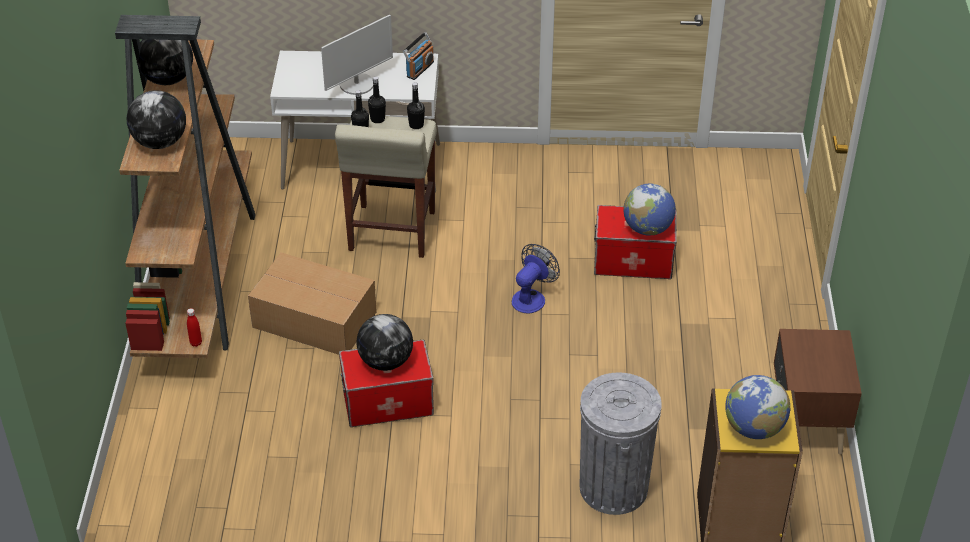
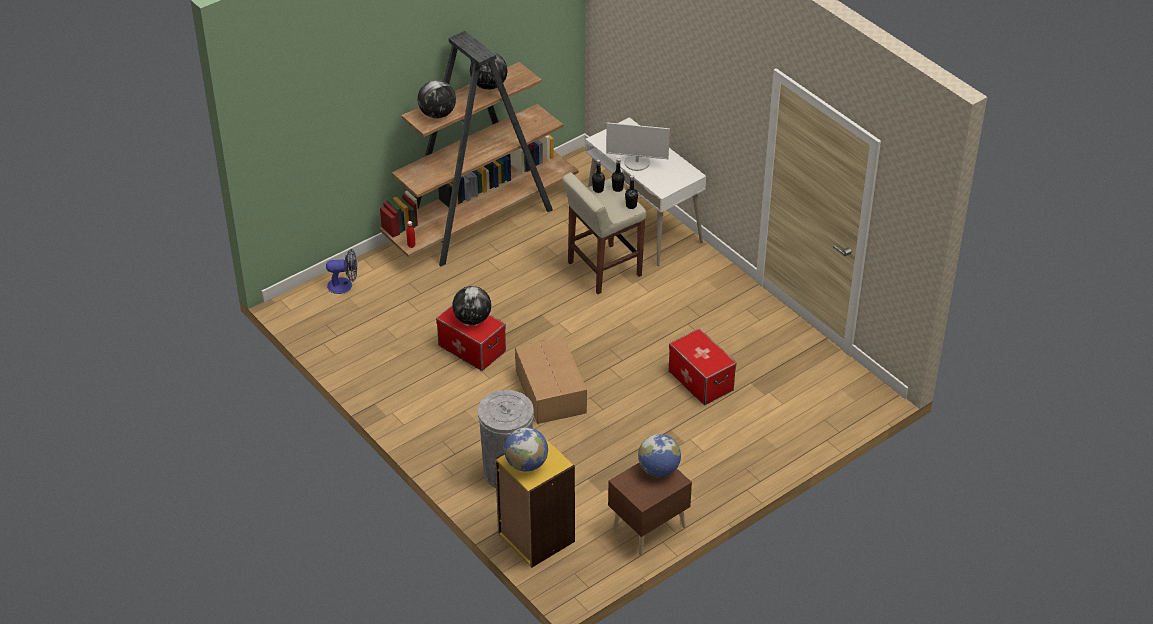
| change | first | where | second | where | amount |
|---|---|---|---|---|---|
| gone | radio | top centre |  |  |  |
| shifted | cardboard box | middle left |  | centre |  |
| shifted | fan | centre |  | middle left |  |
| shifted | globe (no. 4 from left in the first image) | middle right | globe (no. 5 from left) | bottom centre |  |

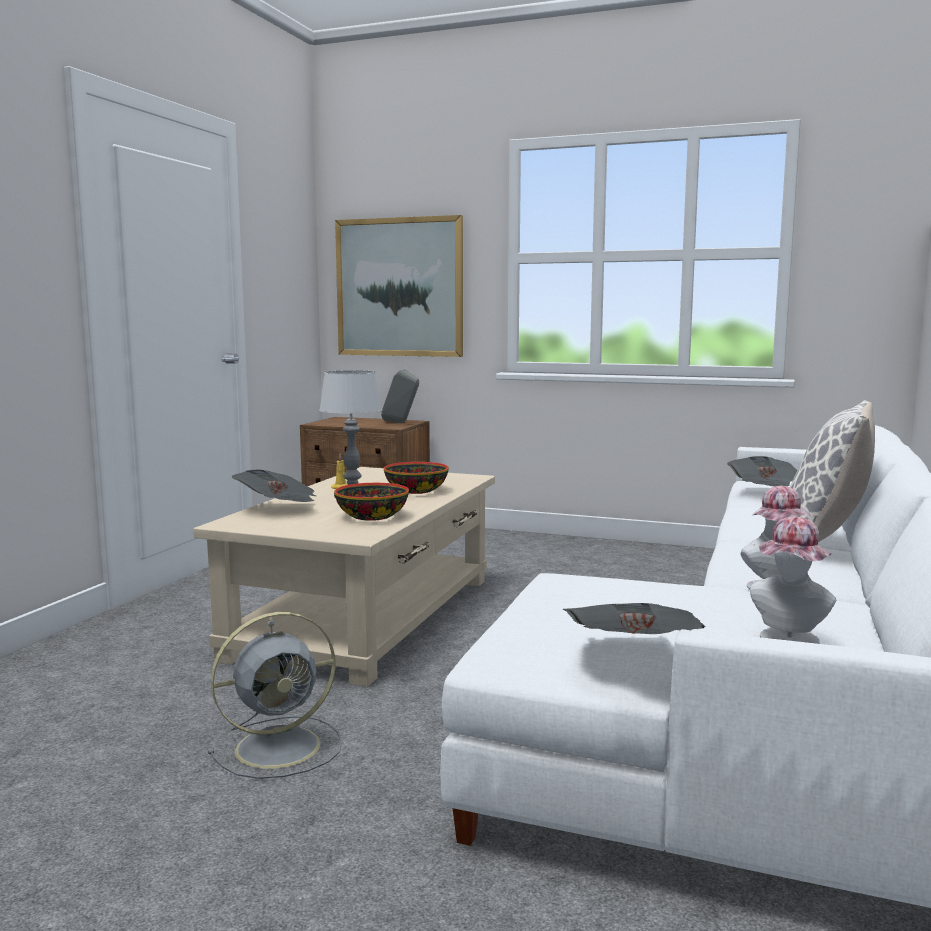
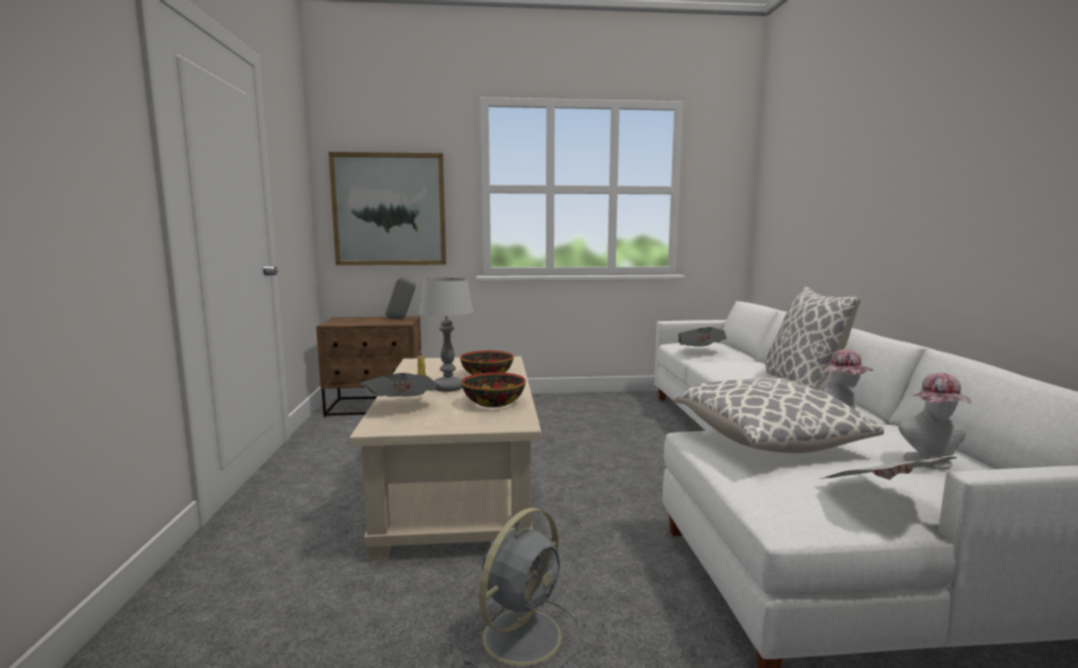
| change | first | where | second | where | amount |
|---|---|---|---|---|---|
| new |  |  | pillow (no. 1 from left) | middle right |  |

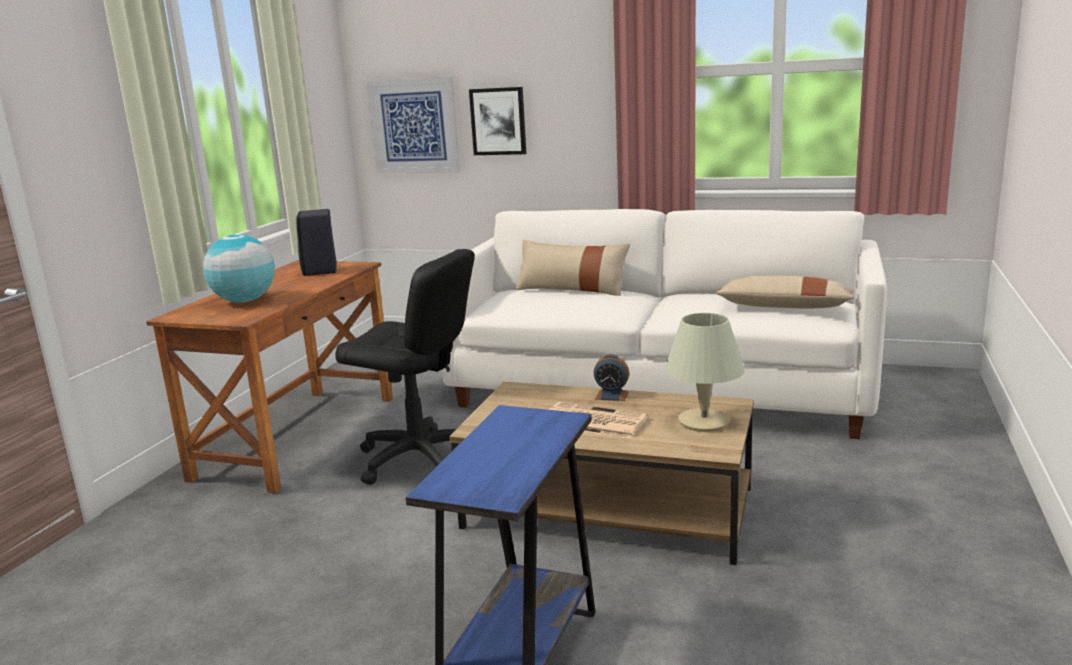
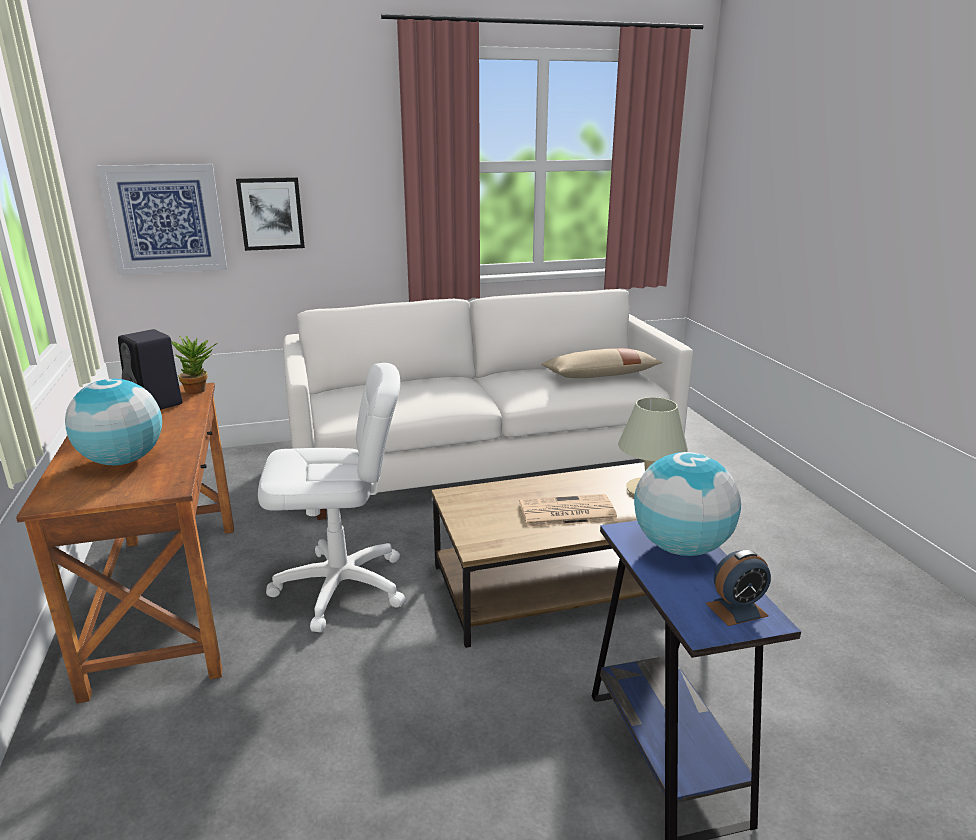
| change | first | where | second | where | amount |
|---|---|---|---|---|---|
| gone | pillow in beige (no. 1 from left) | centre |  |  |  |
| new |  |  | potted plant | middle left |  |
| new |  |  | globe (no. 2 from left) | middle right |  |
| shifted | alarm clock | centre |  | bottom right |  |
| repainted | office chair in black | centre | office chair in white | centre |  |

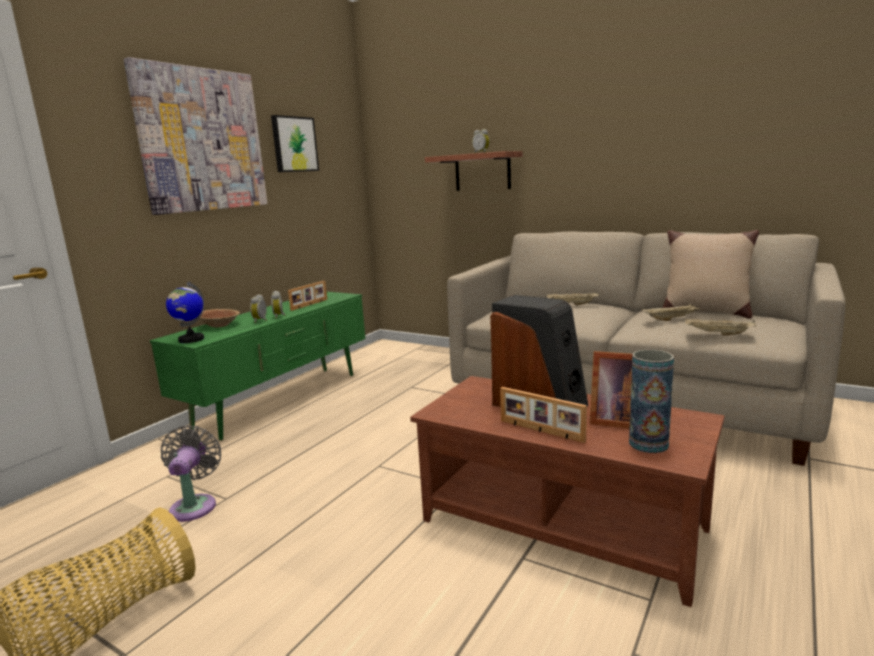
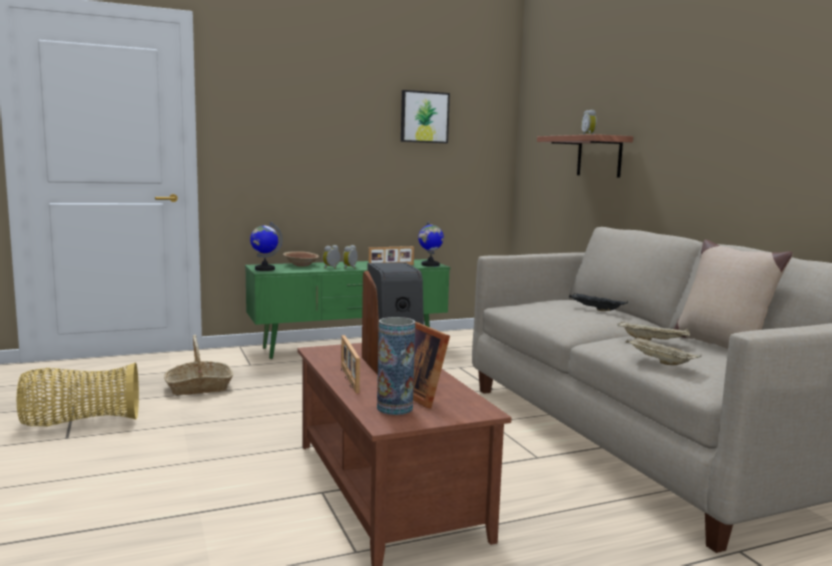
| change | first | where | second | where | amount |
|---|---|---|---|---|---|
| gone | picture (no. 1 from left) | top left |  |  |  |
| new |  |  | globe (no. 2 from left) | centre |  |
| swapped | fan in grey | bottom left | basket (no. 2 from left) | middle left |  |
| repainted | tray in beige (no. 1 from left) | centre | tray in black | middle right |  |

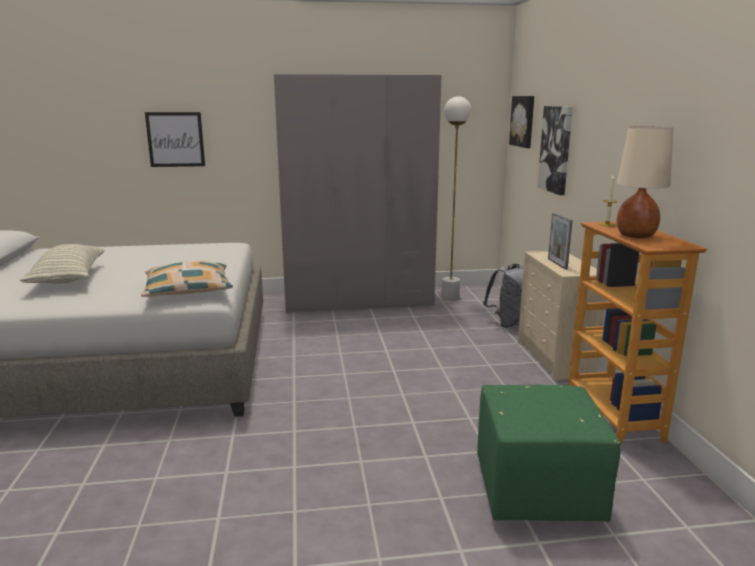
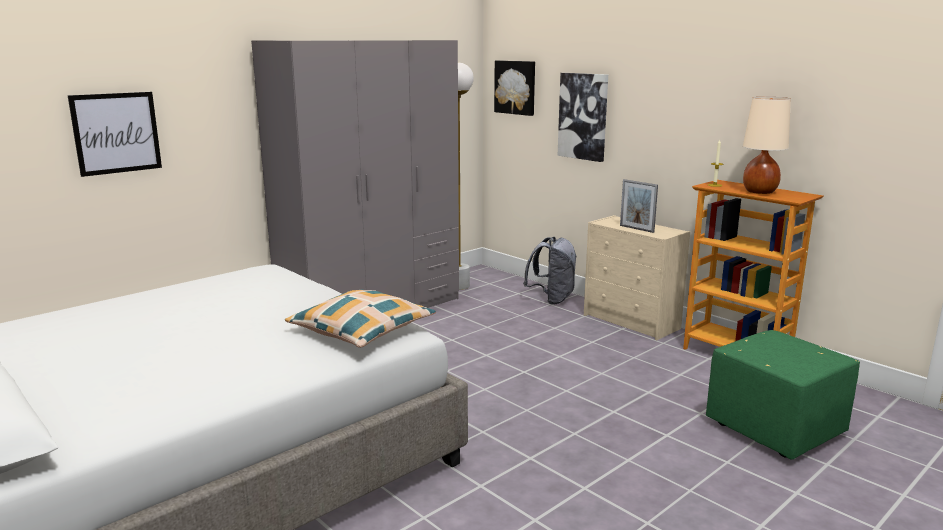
| change | first | where | second | where | amount |
|---|---|---|---|---|---|
| gone | pillow (no. 1 from left) | middle left |  |  |  |

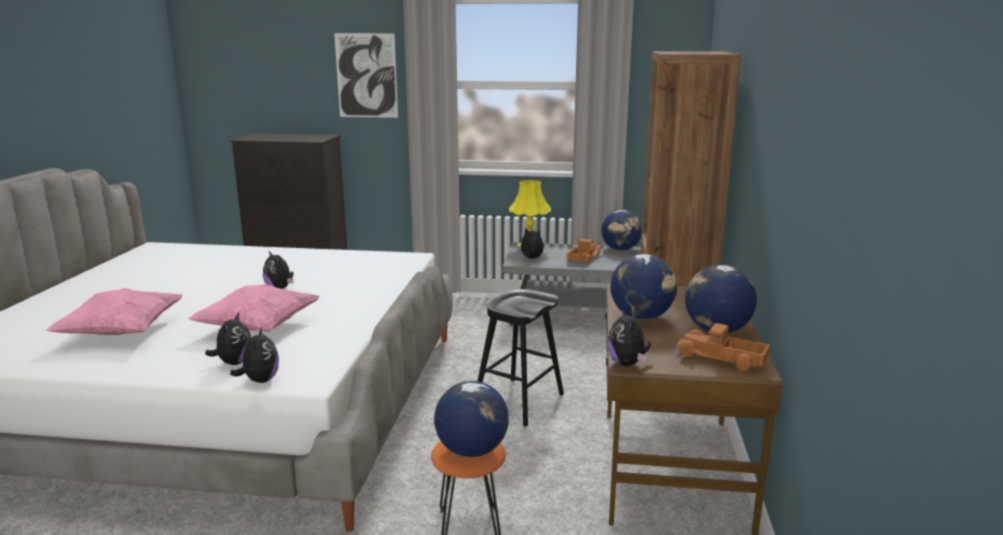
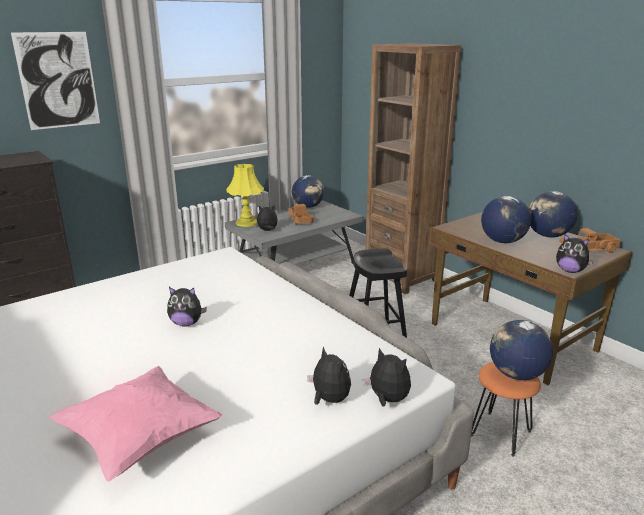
| change | first | where | second | where | amount |
|---|---|---|---|---|---|
| gone | pillow in pink (no. 2 from left) | middle left |  |  |  |

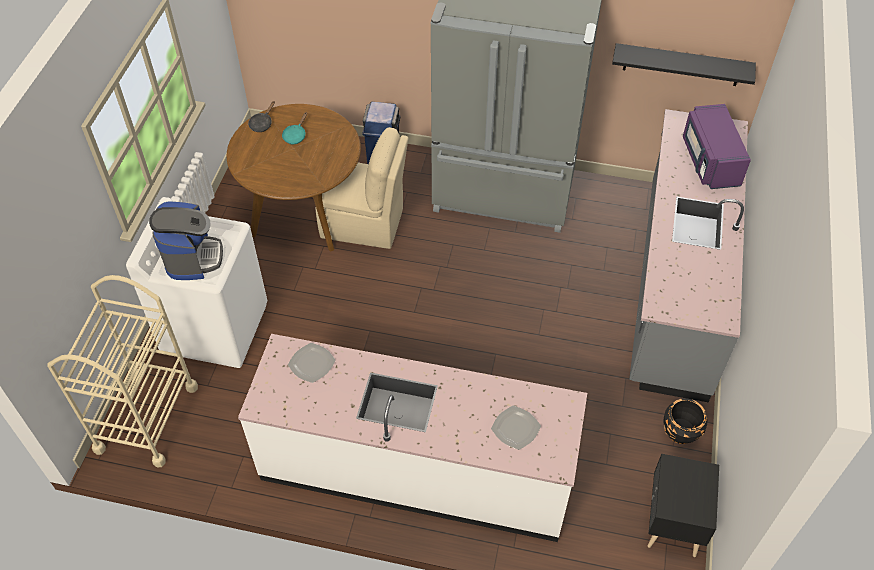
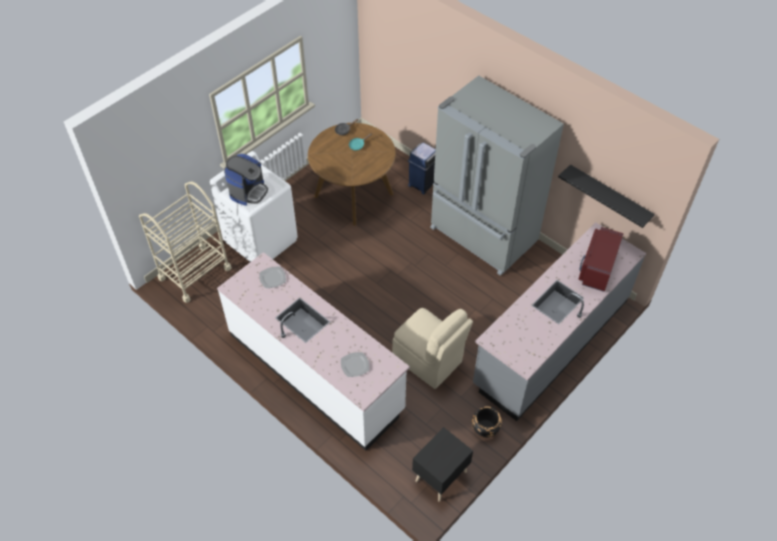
| change | first | where | second | where | amount |
|---|---|---|---|---|---|
| shifted | chair in beige | top centre |  | centre |  |
| repainted | microwave in purple | top right | microwave in red | middle right |  |

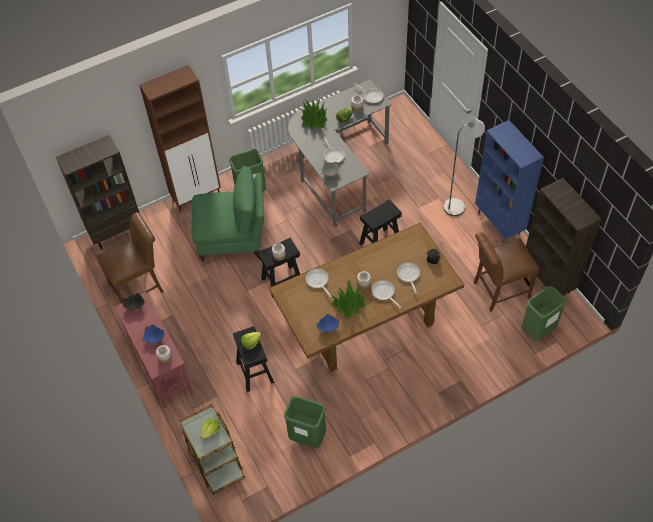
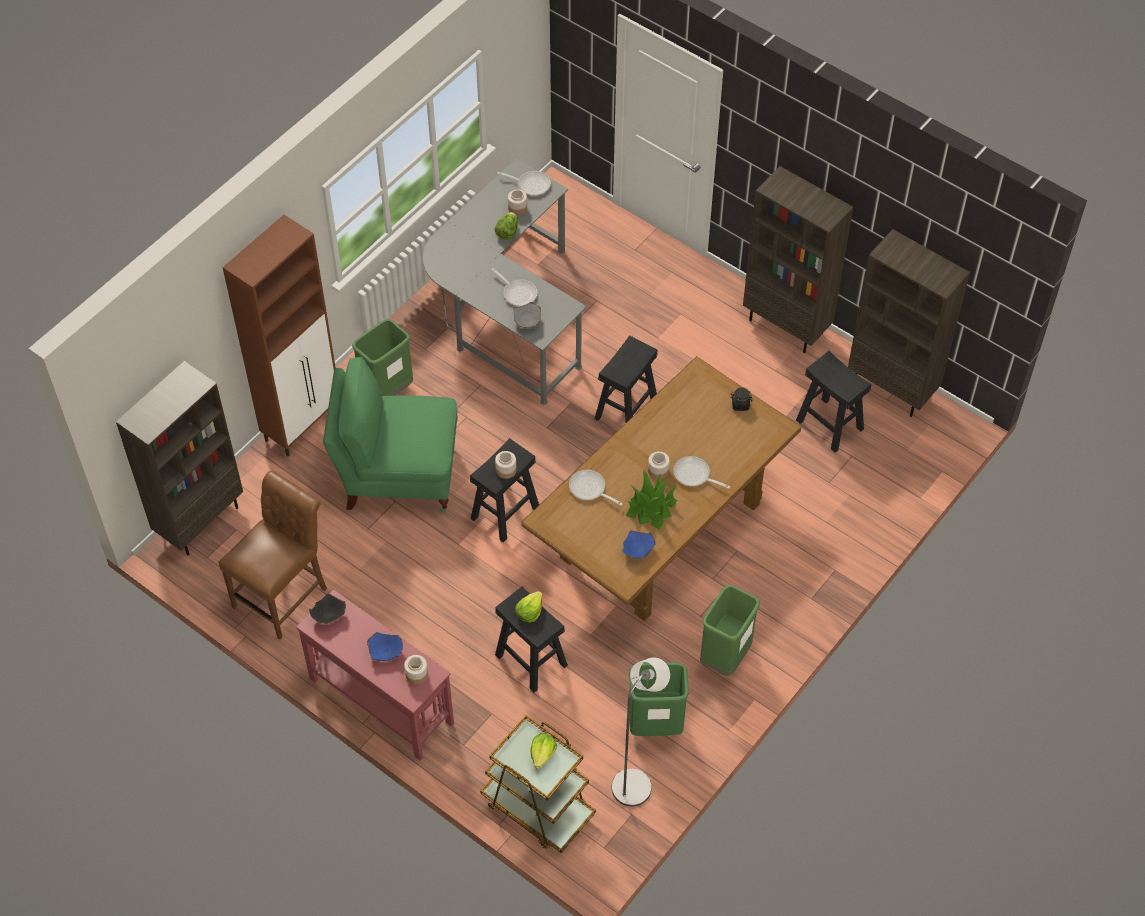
| change | first | where | second | where | amount |
|---|---|---|---|---|---|
| gone | potted plant (no. 1 from left) | top centre |  |  |  |
| gone | frying pan (no. 5 from left) | centre |  |  |  |
| shifted | floor lamp in grey | top right |  | bottom centre |  |
| shifted | trash can in green (no. 3 from left) | middle right |  | bottom centre |  |
| swapped | chair in brown (no. 2 from left) | middle right | stool in black (no. 4 from left) | middle right |  |
| repainted | bookcase in blue | middle right | bookcase in brown (no. 2 from left) | top right |  |
| rotated | chair in green | centre |  | centre | 150 degrees counterclockwise |

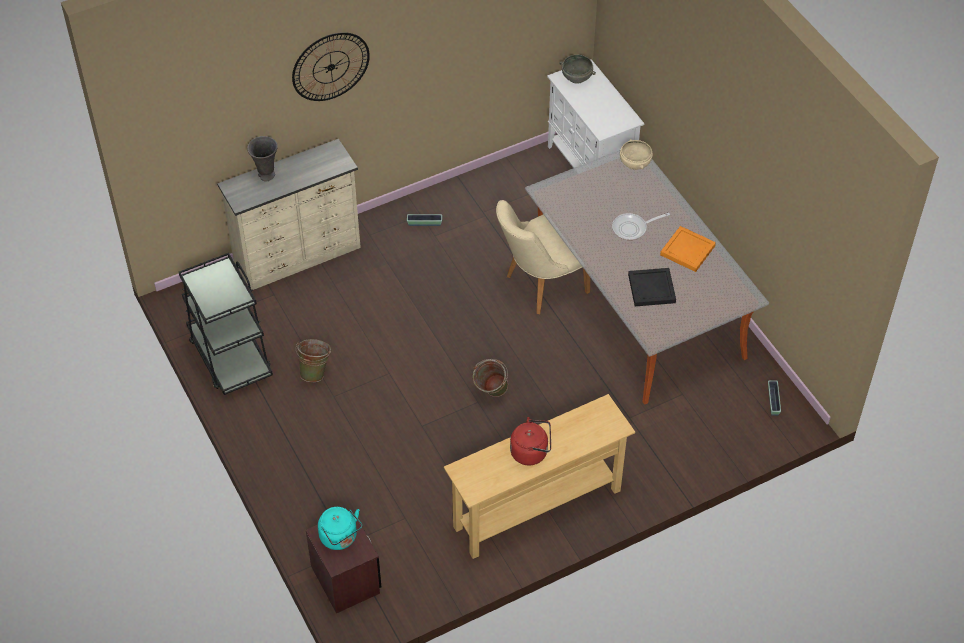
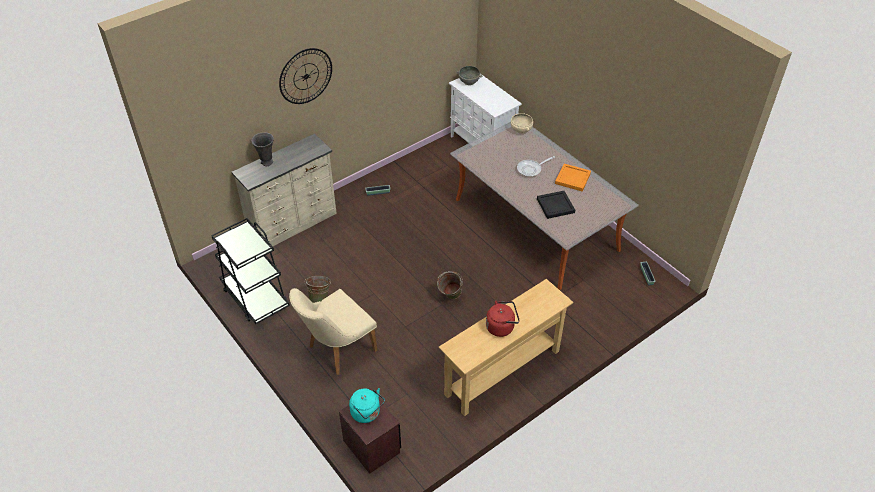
| change | first | where | second | where | amount |
|---|---|---|---|---|---|
| shifted | chair in beige | centre |  | bottom centre |  |

